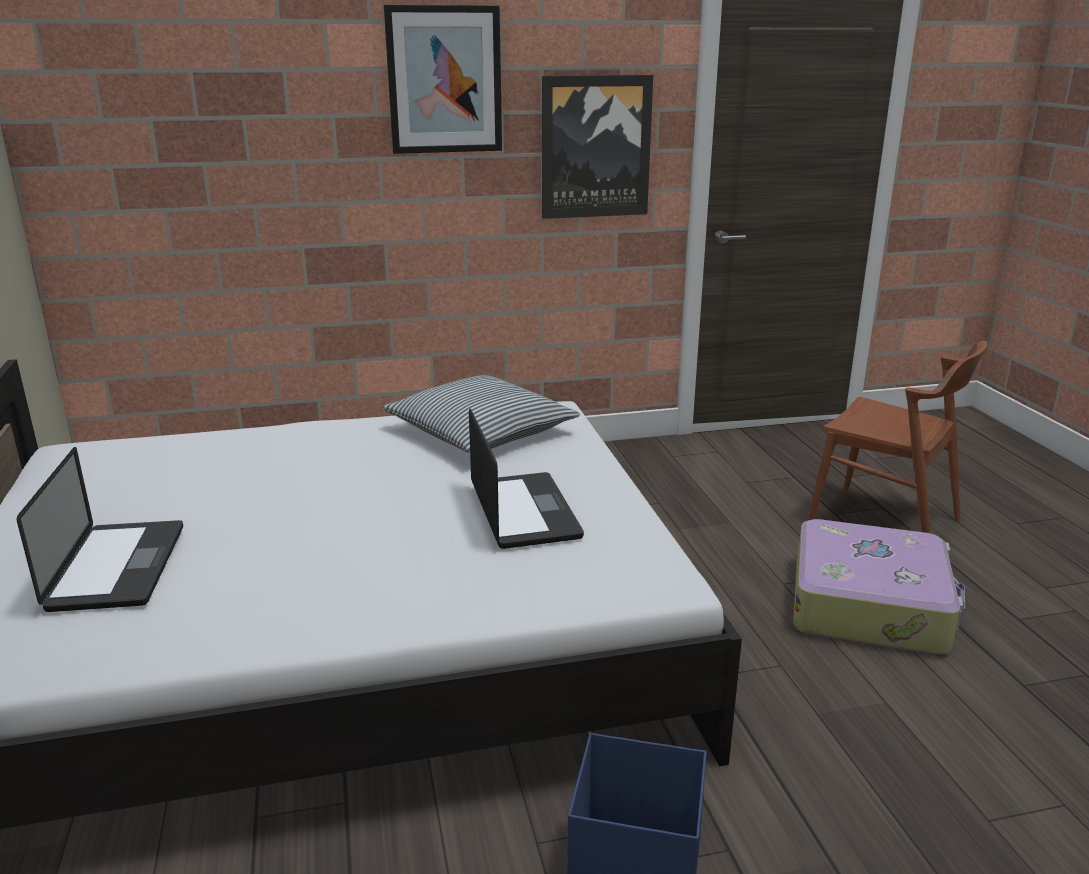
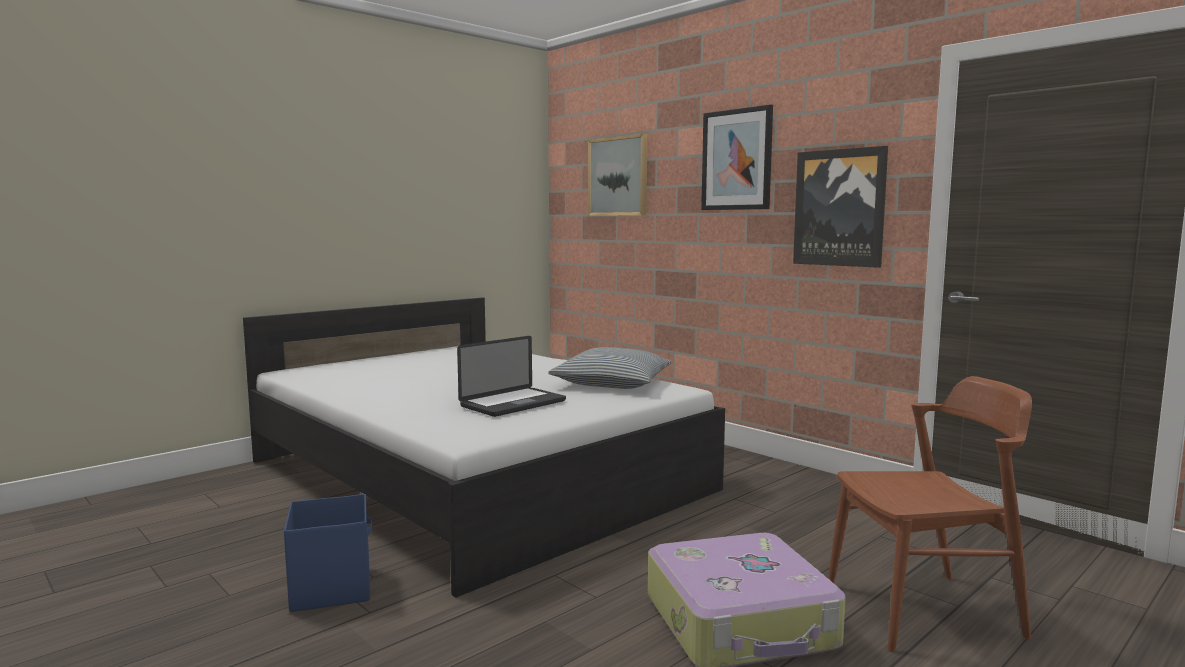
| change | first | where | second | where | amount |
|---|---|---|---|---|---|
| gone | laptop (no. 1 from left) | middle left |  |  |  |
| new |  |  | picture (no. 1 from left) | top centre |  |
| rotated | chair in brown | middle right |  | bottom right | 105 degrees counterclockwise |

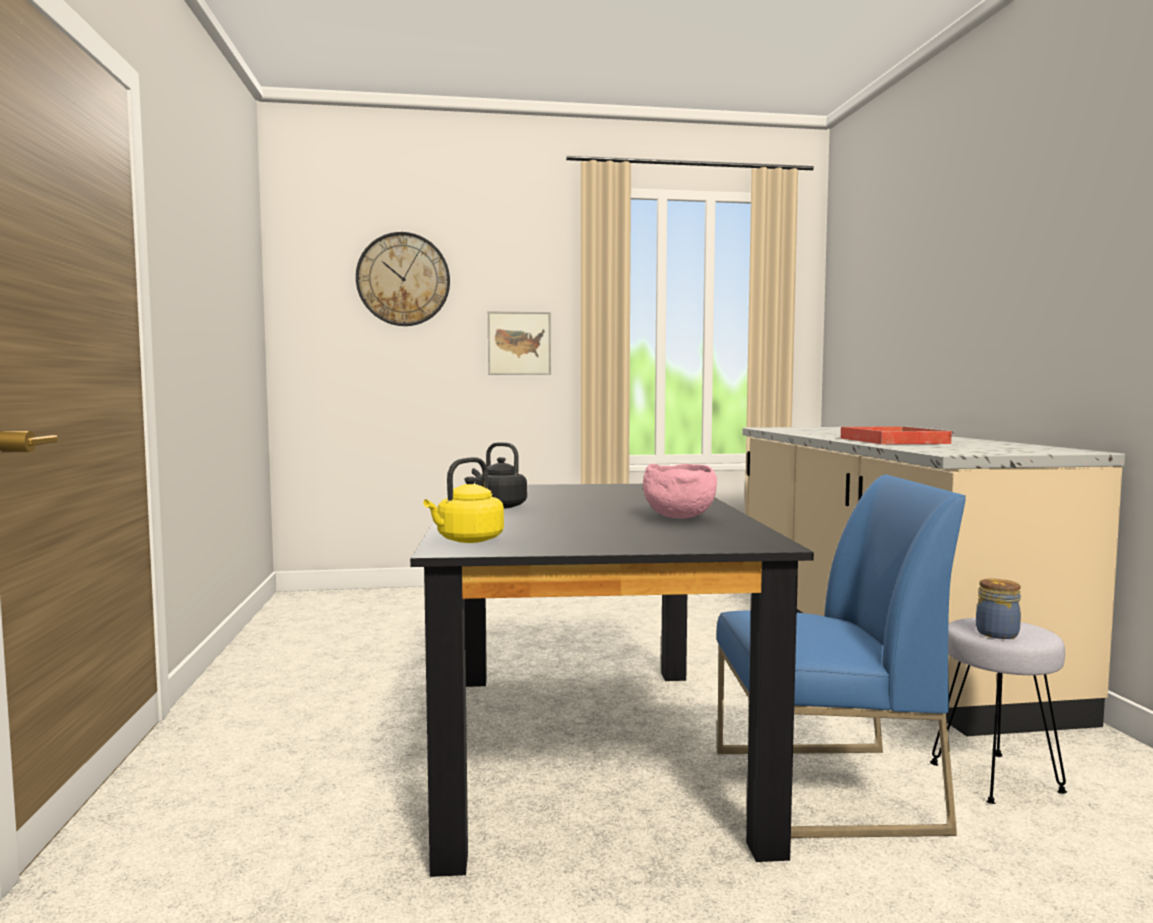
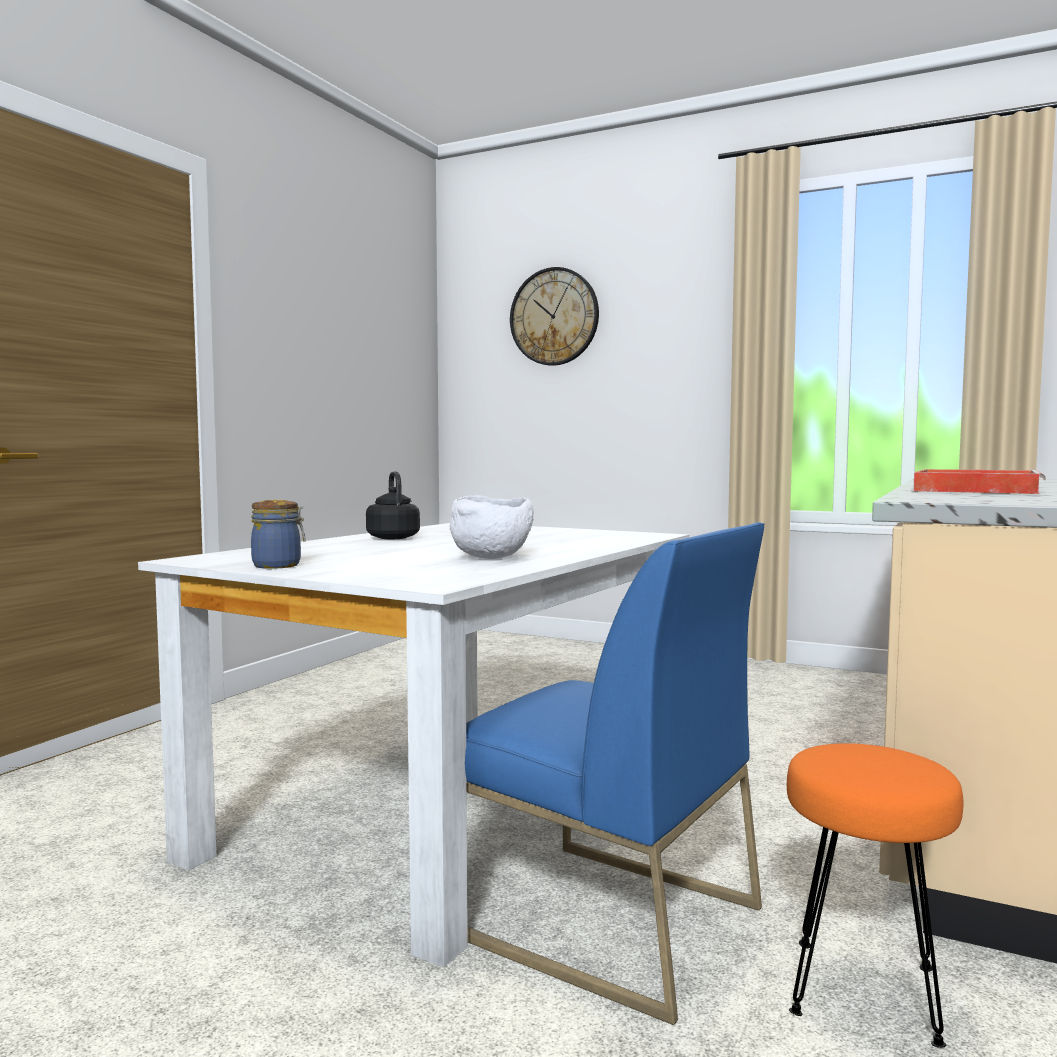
| change | first | where | second | where | amount |
|---|---|---|---|---|---|
| gone | kettle in yellow | centre |  |  |  |
| gone | picture | centre |  |  |  |
| shifted | jar | middle right |  | middle left |  |
| repainted | dining table in black | bottom centre | dining table in white | bottom centre |  |
| repainted | bowl in pink | centre | bowl in white | centre |  |
| repainted | stool in grey | bottom right | stool in orange | bottom right |  |

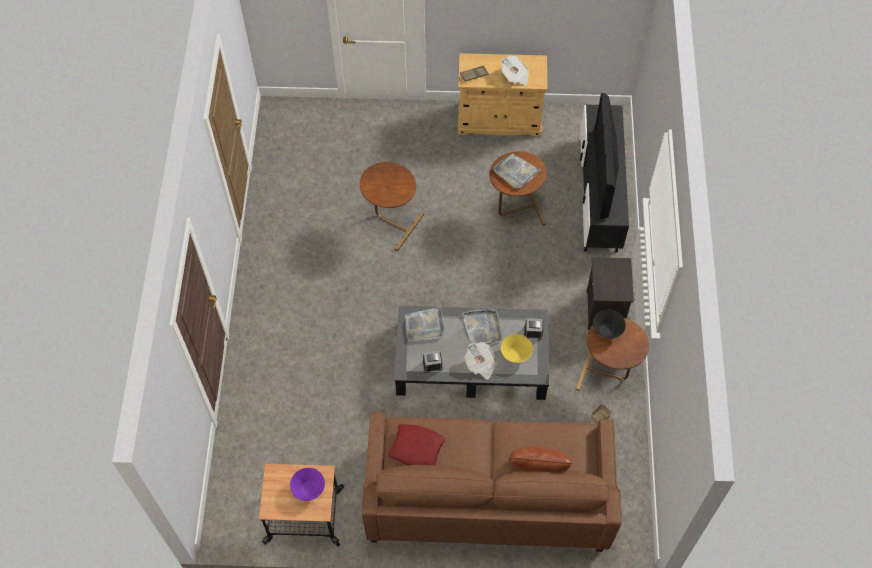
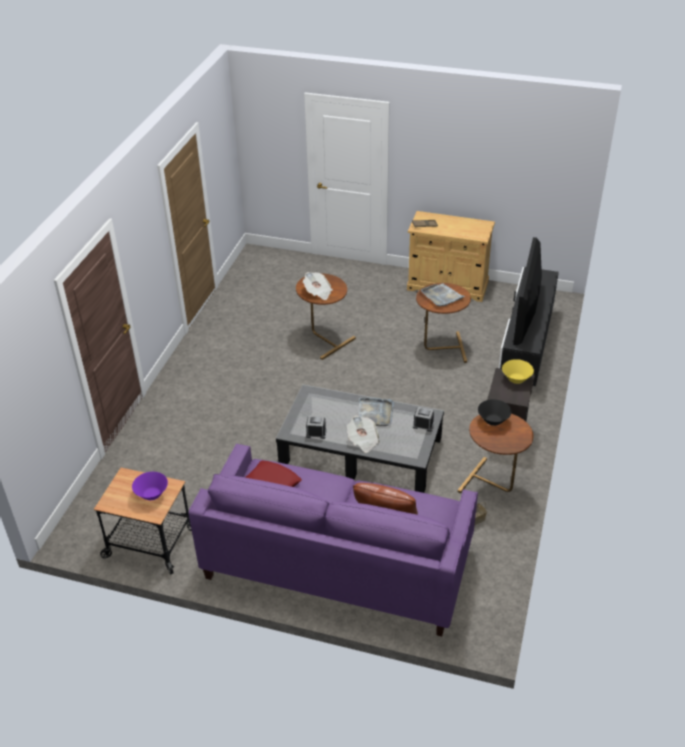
| change | first | where | second | where | amount |
|---|---|---|---|---|---|
| gone | tray in grey (no. 1 from left) | centre |  |  |  |
| shifted | newspaper (no. 2 from left in the first image) | top centre | newspaper (no. 1 from left) | centre |  |
| shifted | bowl in yellow | centre |  | middle right |  |
| repainted | sofa in brown | bottom centre | sofa in purple | bottom centre |  |

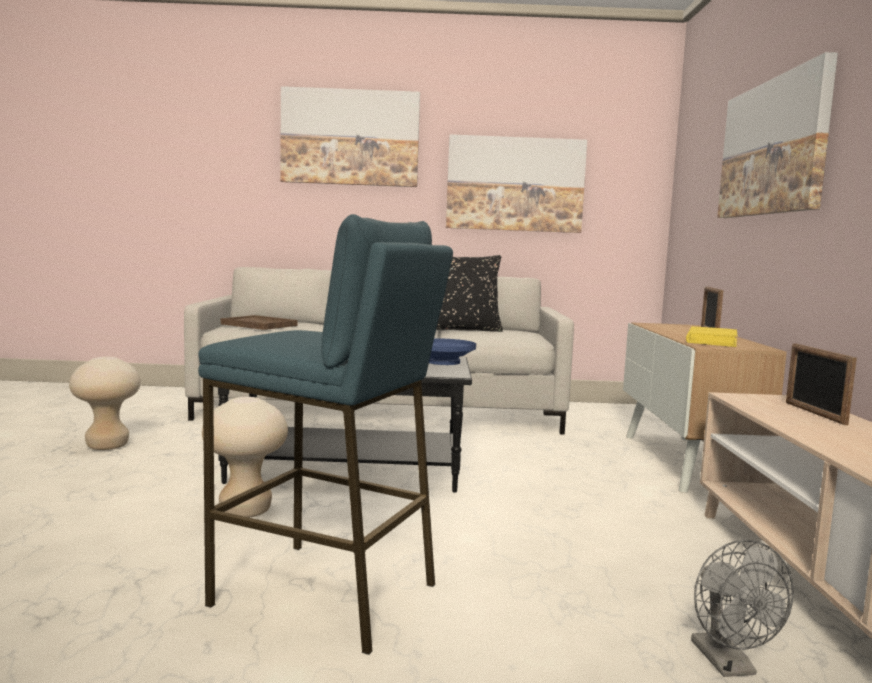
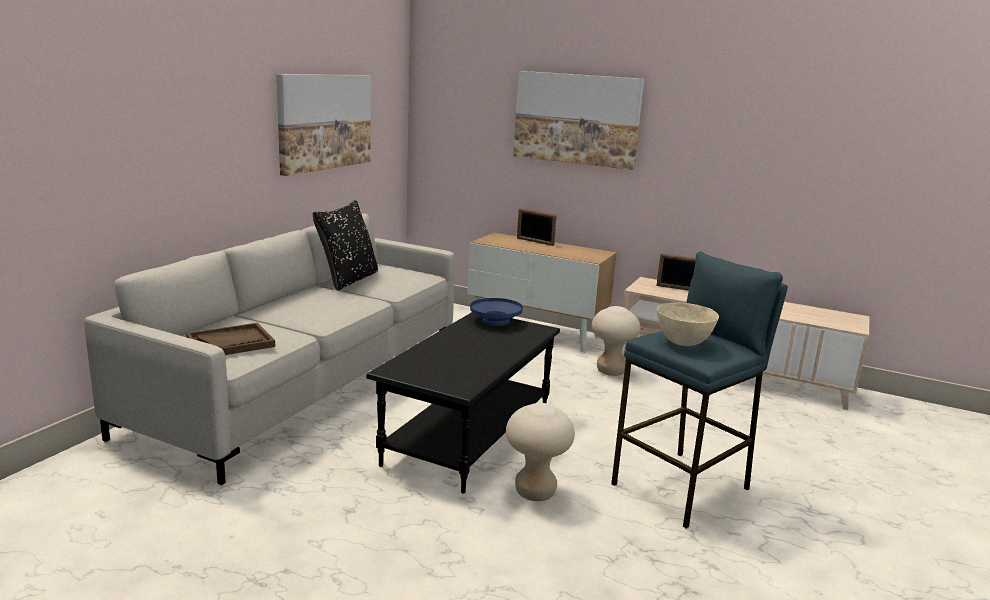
| change | first | where | second | where | amount |
|---|---|---|---|---|---|
| gone | picture (no. 1 from left) | top centre |  |  |  |
| gone | book in yellow | middle right |  |  |  |
| gone | fan in grey | bottom right |  |  |  |
| new |  |  | bowl in beige | middle right |  |
| shifted | stool in beige (no. 1 from left in the first image) | middle left | stool in beige (no. 2 from left) | centre |  |

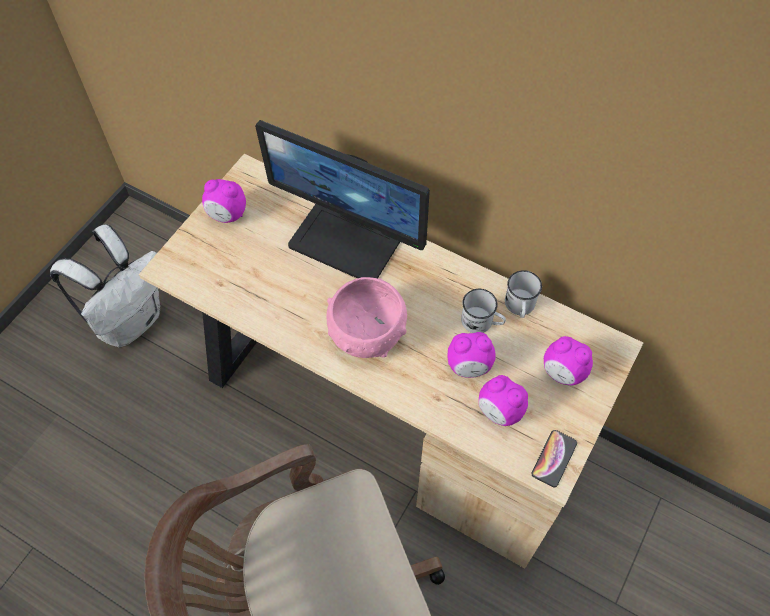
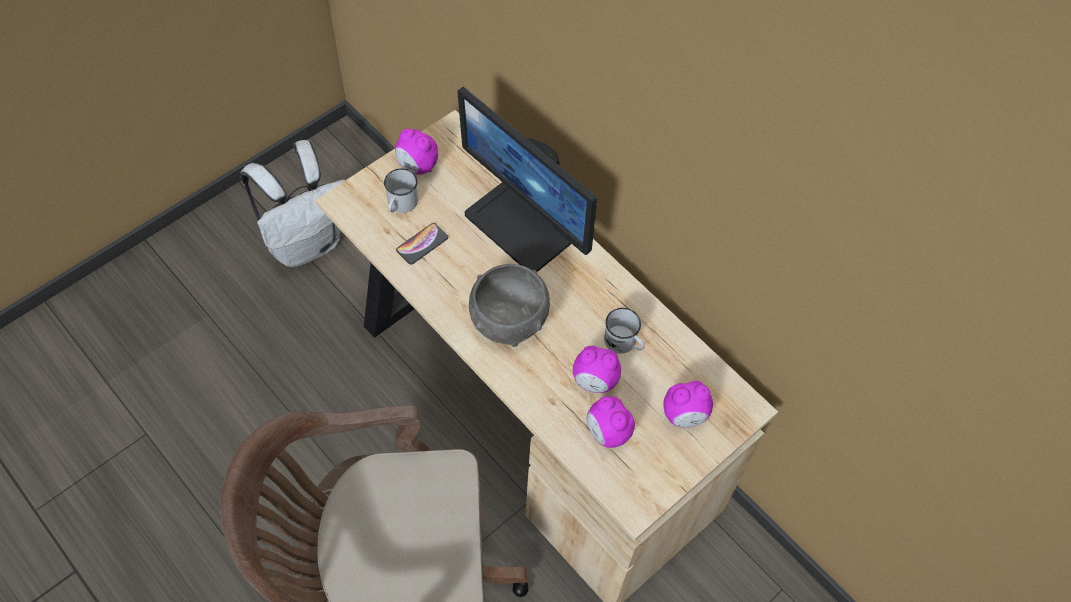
| change | first | where | second | where | amount |
|---|---|---|---|---|---|
| shifted | mug in white (no. 2 from left in the first image) | middle right | mug in white (no. 1 from left) | top centre |  |
| shifted | phone | bottom right |  | centre |  |
| repainted | bowl in pink | centre | bowl in grey | centre |  |
| rotated | alarm clock (no. 4 from left) | middle right |  | bottom centre | 60 degrees counterclockwise |

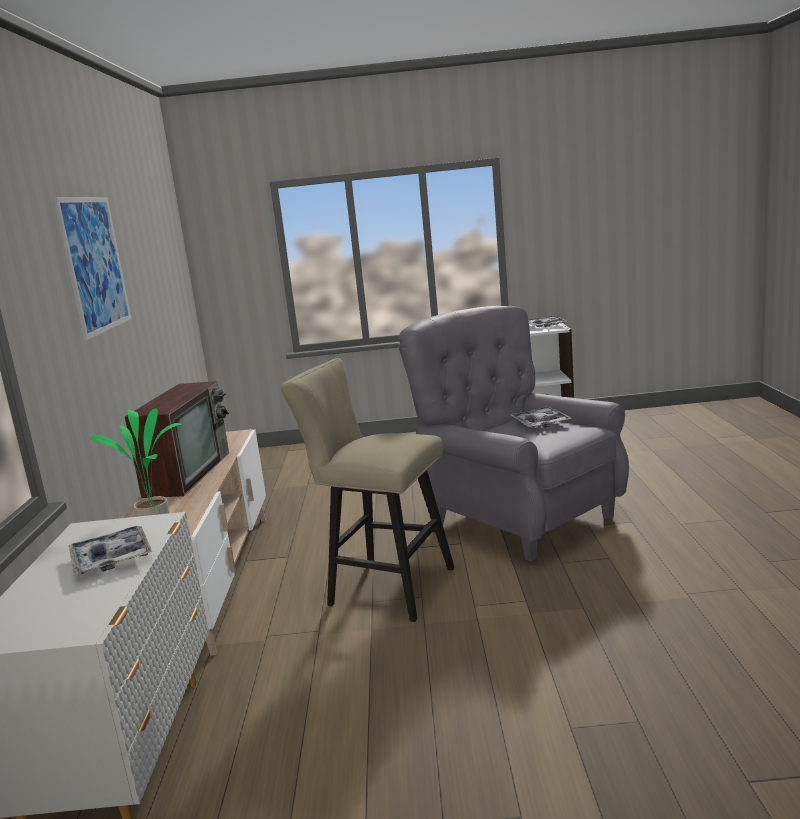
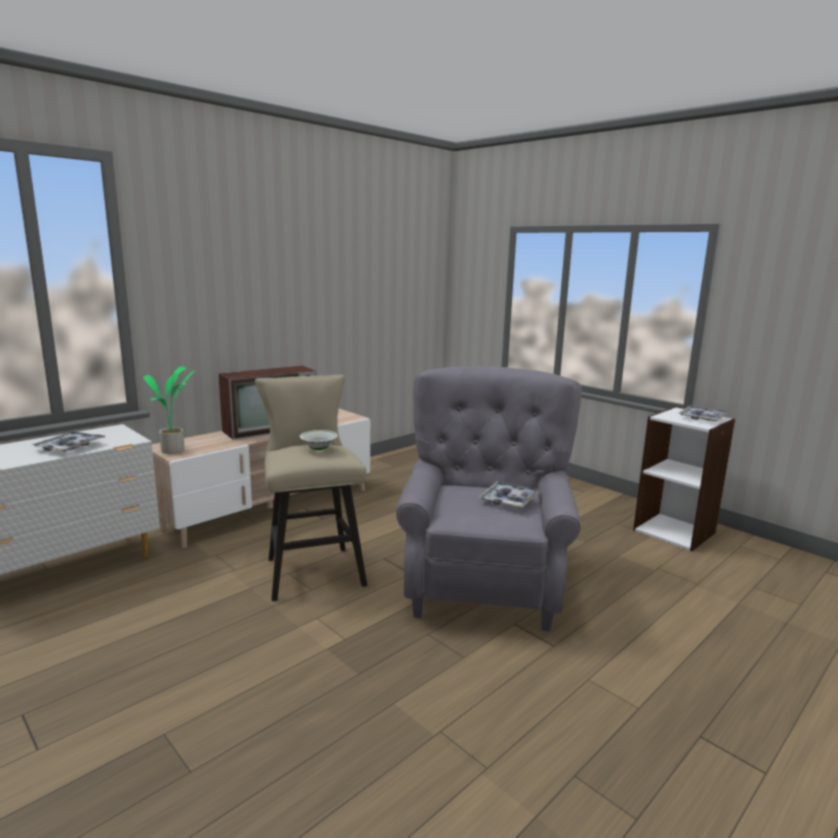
| change | first | where | second | where | amount |
|---|---|---|---|---|---|
| gone | picture | top left |  |  |  |
| new |  |  | bowl in white | centre |  |

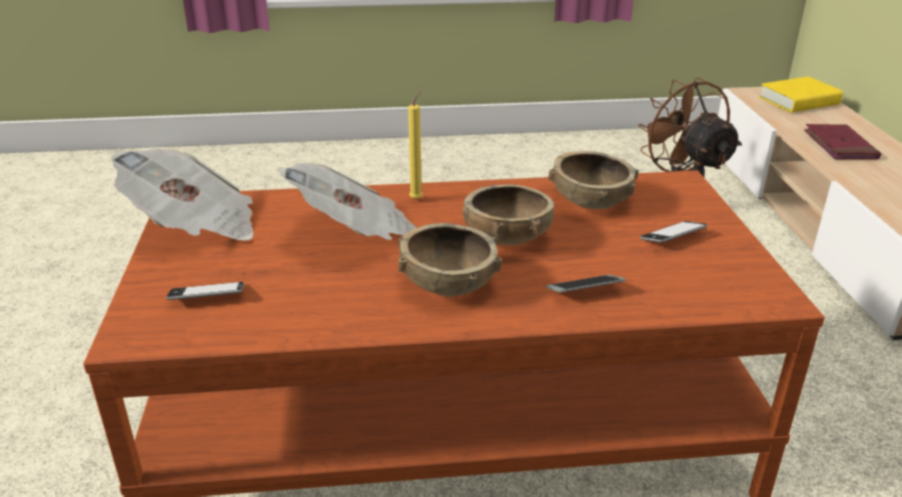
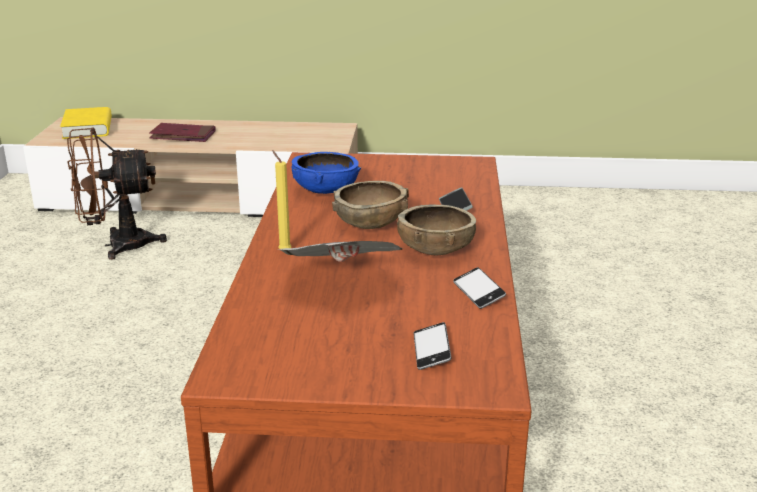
| change | first | where | second | where | amount |
|---|---|---|---|---|---|
| gone | newspaper (no. 1 from left) | middle left |  |  |  |
| shifted | phone (no. 3 from left) | middle right |  | centre |  |
| repainted | bowl in brown (no. 3 from left) | centre | bowl in blue | centre |  |

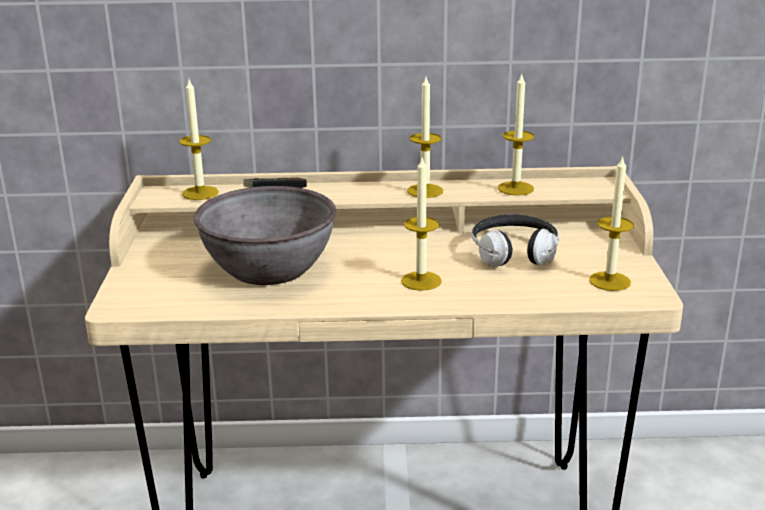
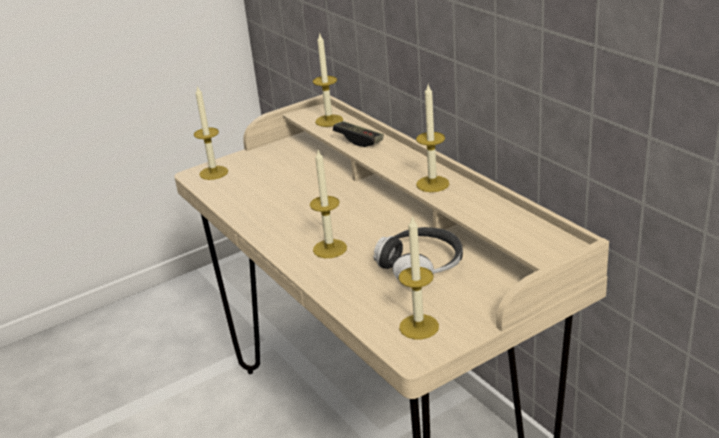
| change | first | where | second | where | amount |
|---|---|---|---|---|---|
| gone | bowl in grey | centre |  |  |  |
| shifted | candle (no. 4 from left in the first image) | top right | candle (no. 1 from left) | top left |  |

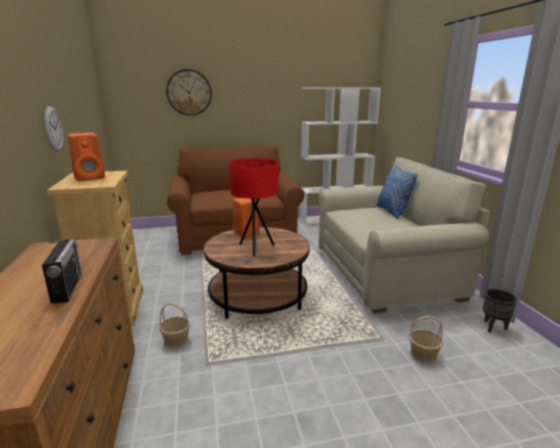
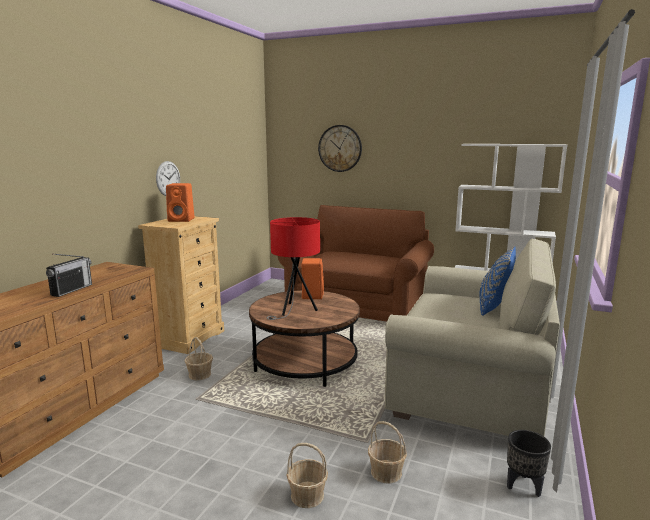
| change | first | where | second | where | amount |
|---|---|---|---|---|---|
| new |  |  | basket (no. 2 from left) | bottom centre |  |

